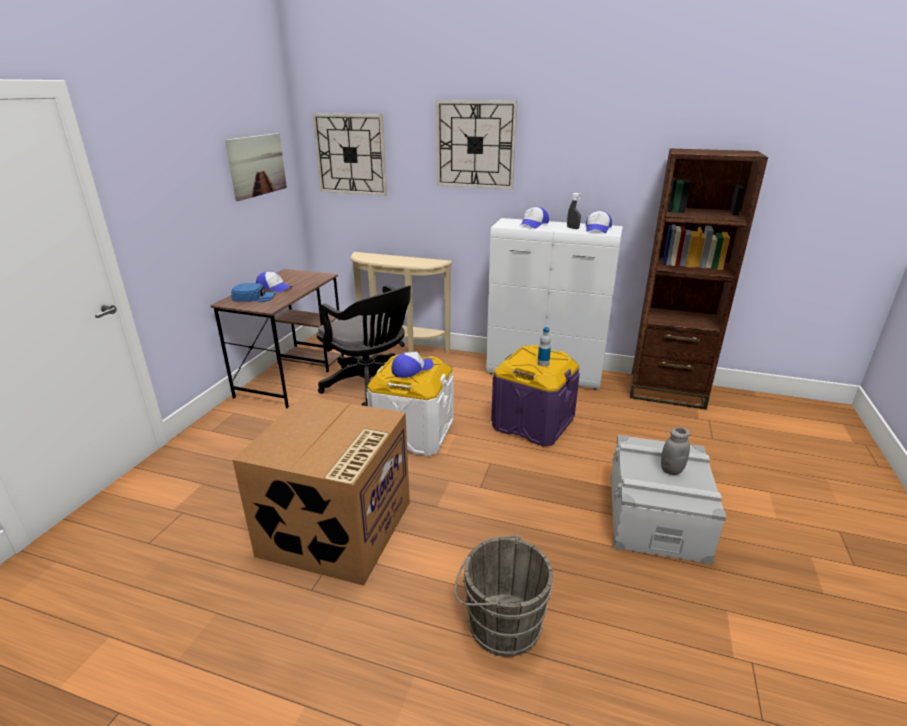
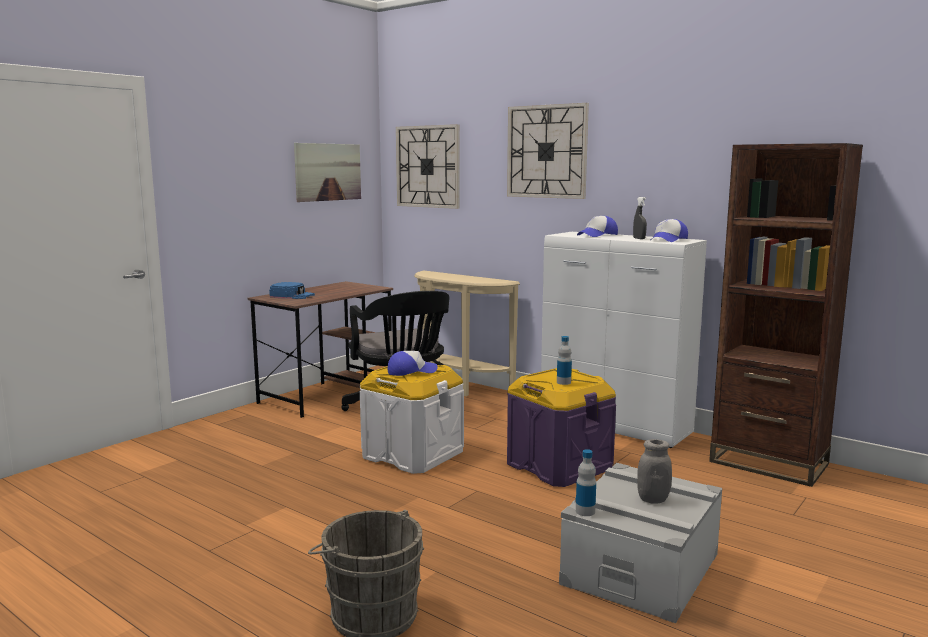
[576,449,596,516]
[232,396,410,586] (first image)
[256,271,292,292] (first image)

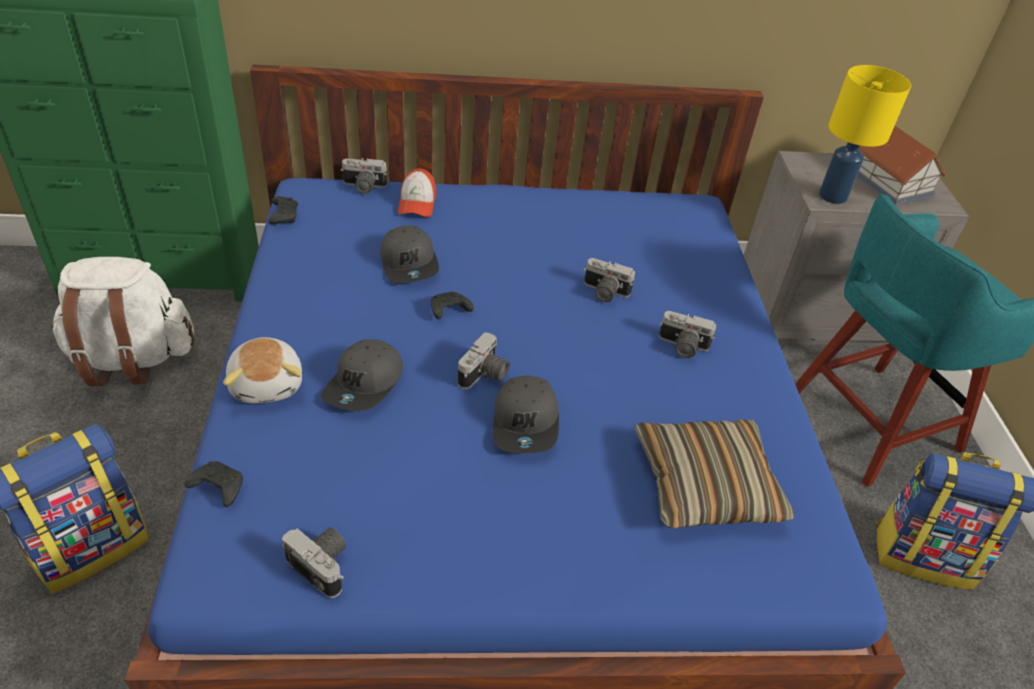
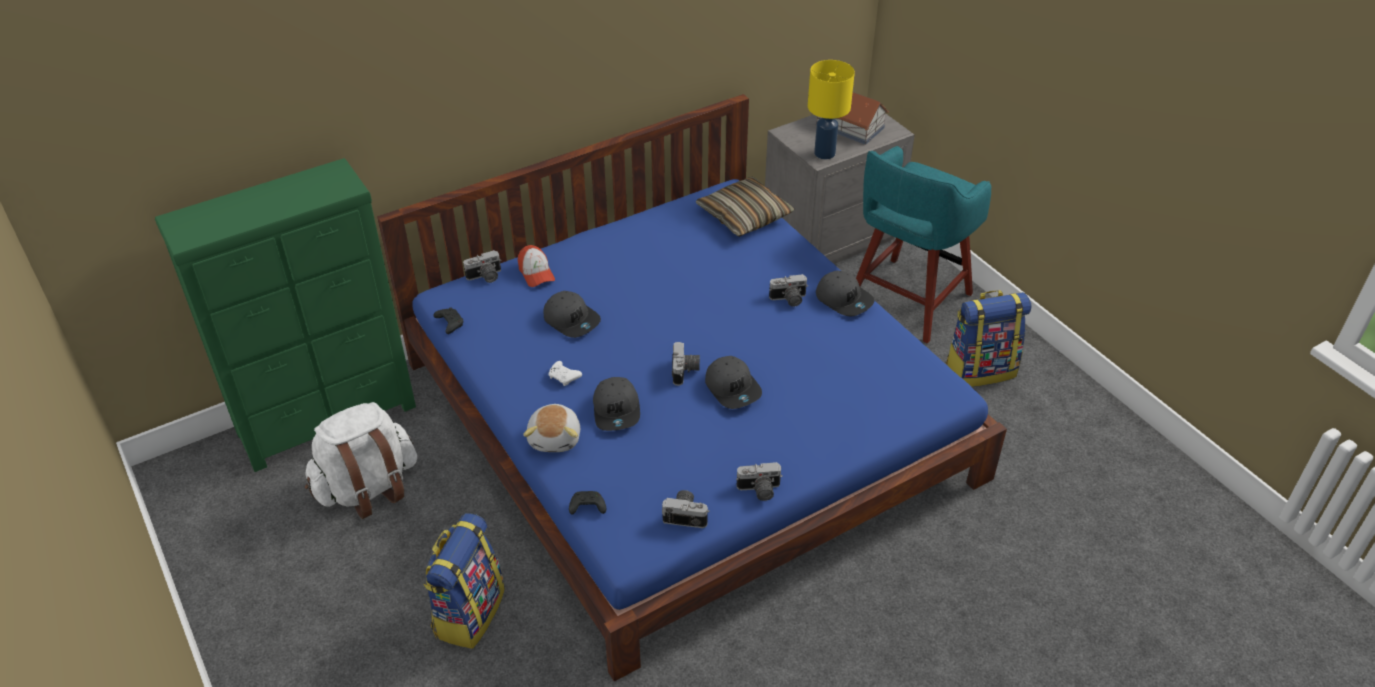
[523,404,580,452]
[549,361,582,386]
[696,177,795,237]
[736,462,782,501]
[816,270,875,317]
[431,292,474,319] (first image)

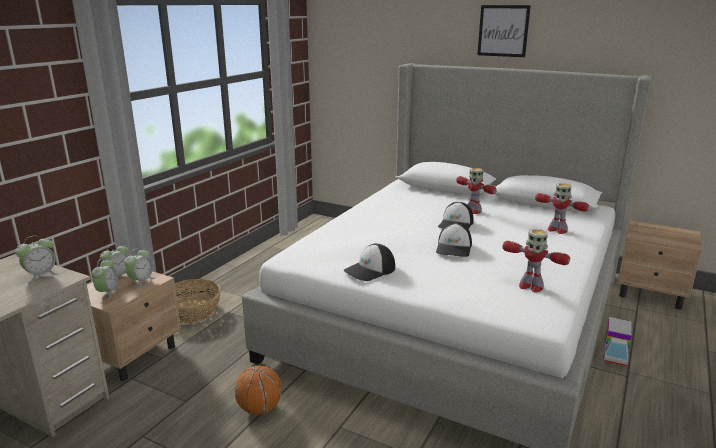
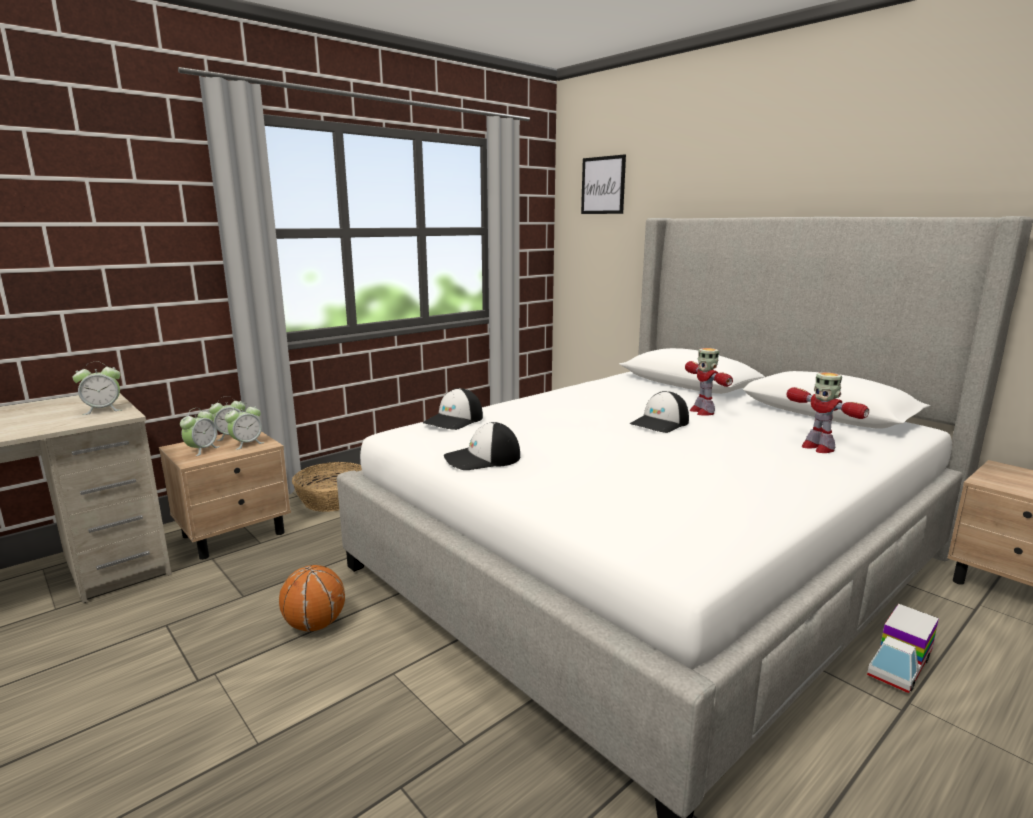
[423,388,483,430]
[581,154,626,214]
[503,229,570,293] (first image)

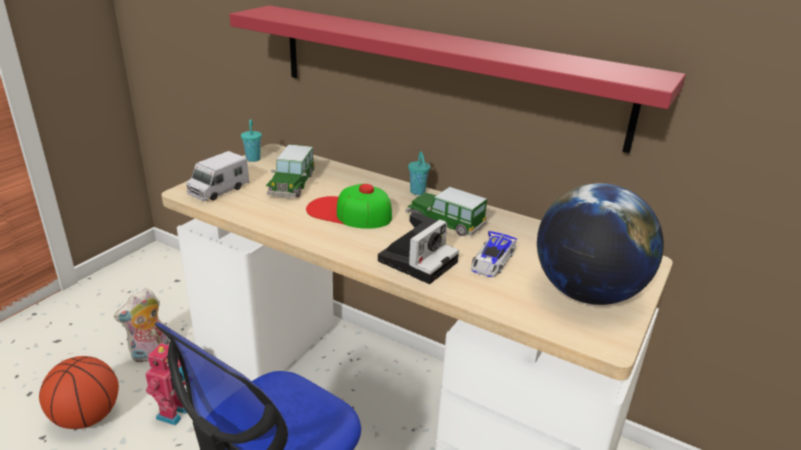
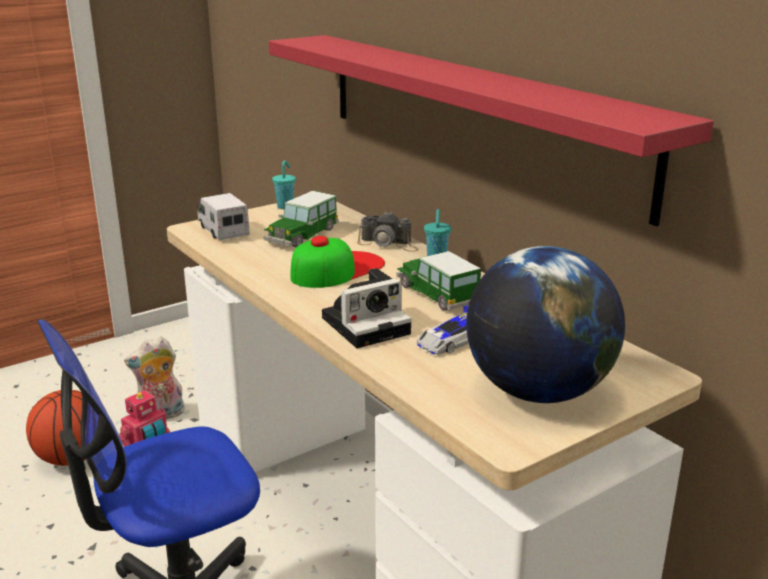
[197,193,250,240]
[290,236,385,288]
[357,212,418,252]

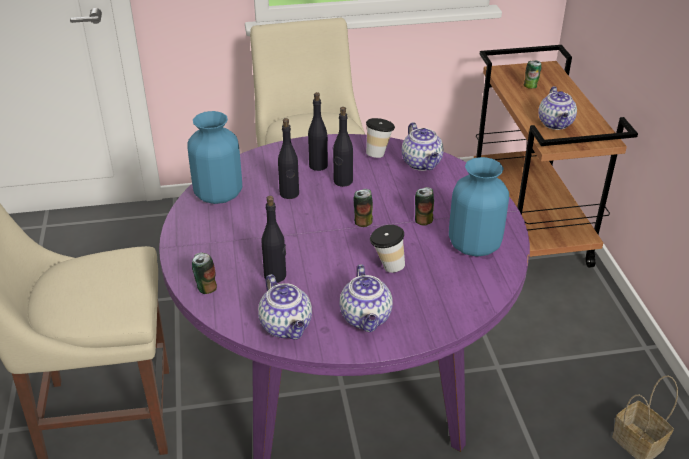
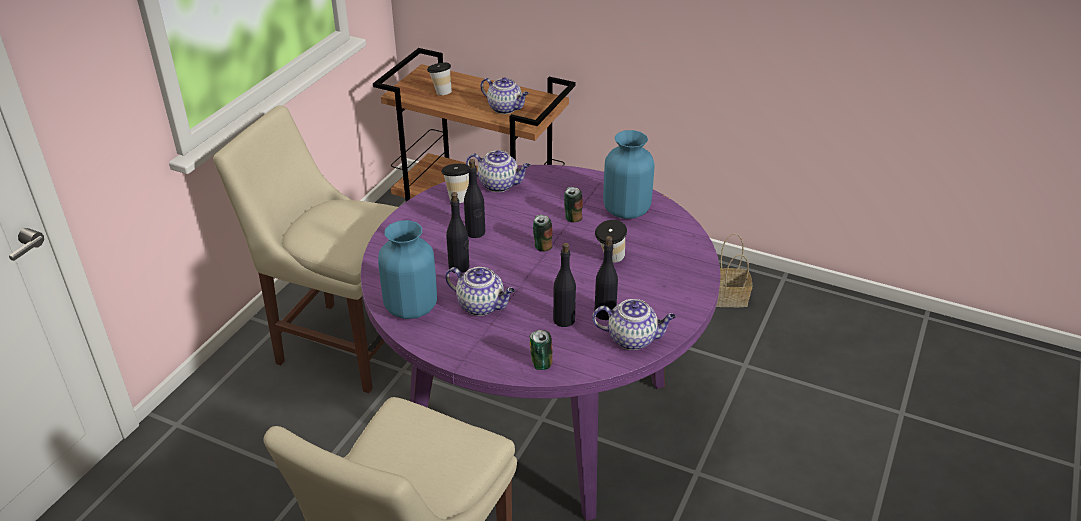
[427,63,452,95]
[445,267,515,316]
[594,236,618,320]

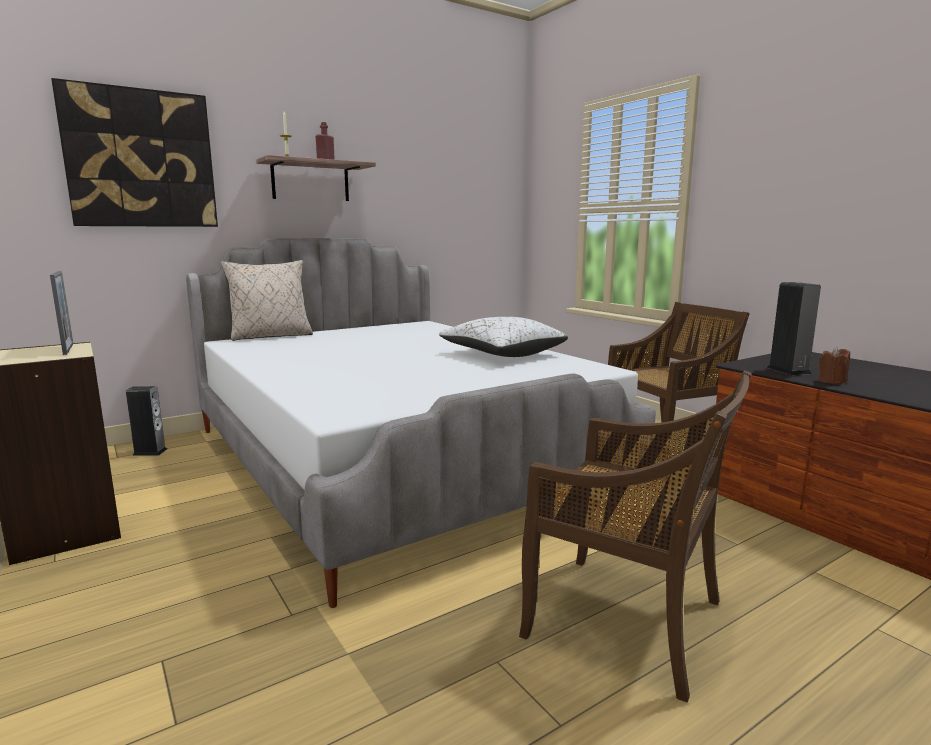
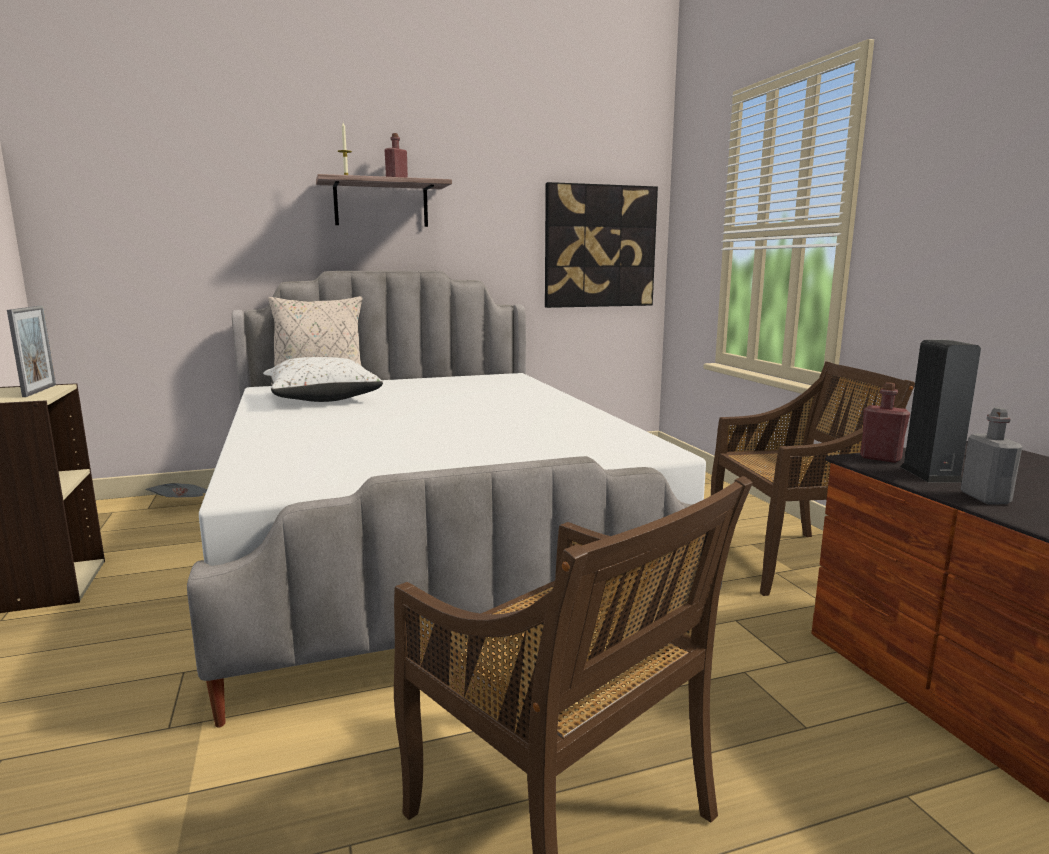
[145,483,207,498]
[263,357,383,402]
[545,182,658,308]
[860,382,910,463]
[961,407,1022,505]

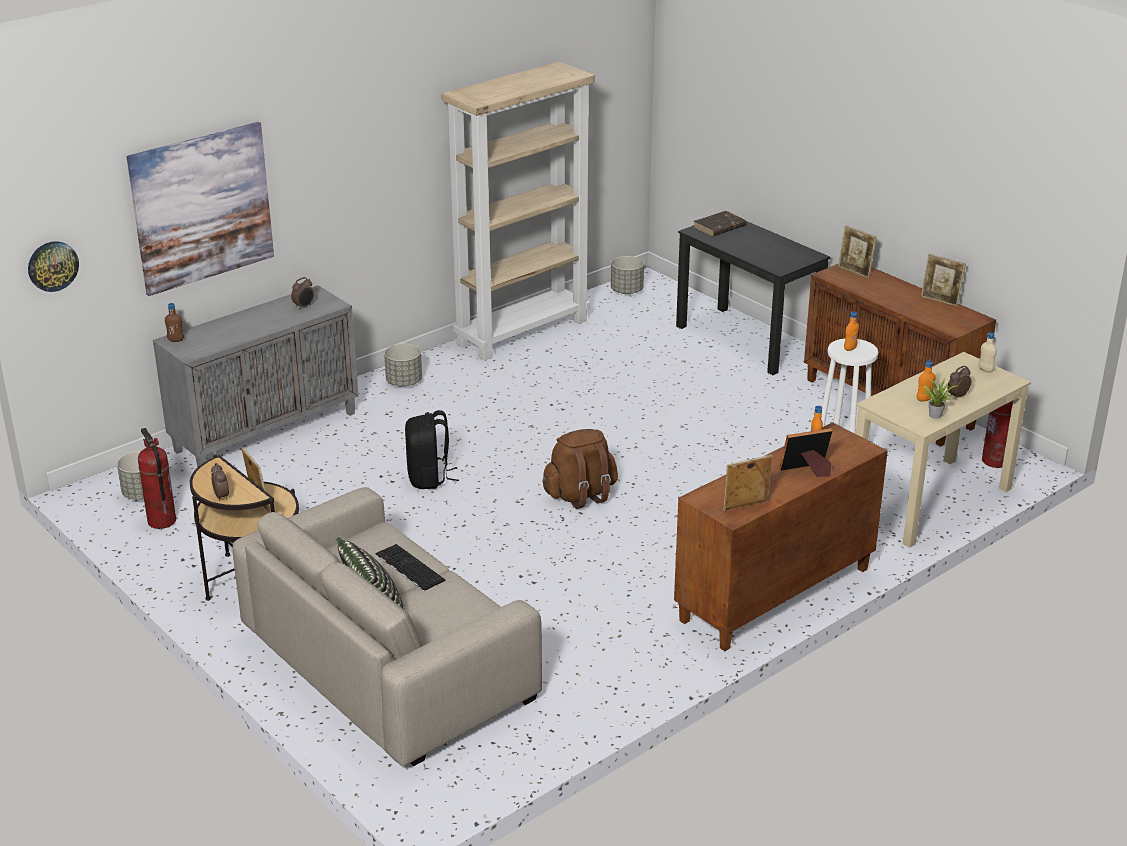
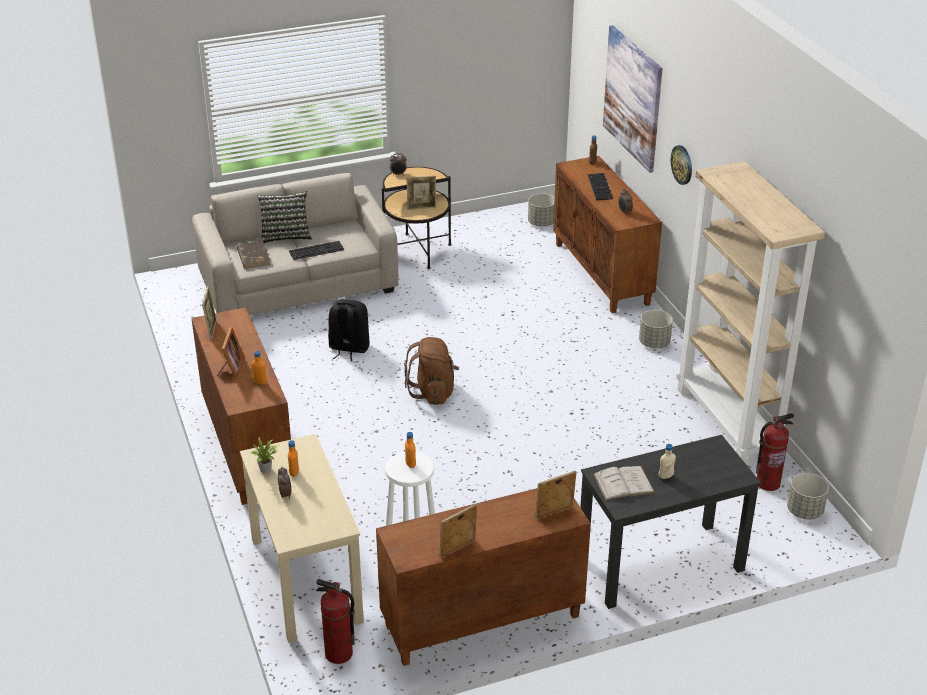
[237,240,270,269]
[328,299,370,361]
[553,156,662,313]
[587,173,613,200]
[593,466,655,501]
[659,444,676,479]
[671,145,692,185]
[756,413,794,491]

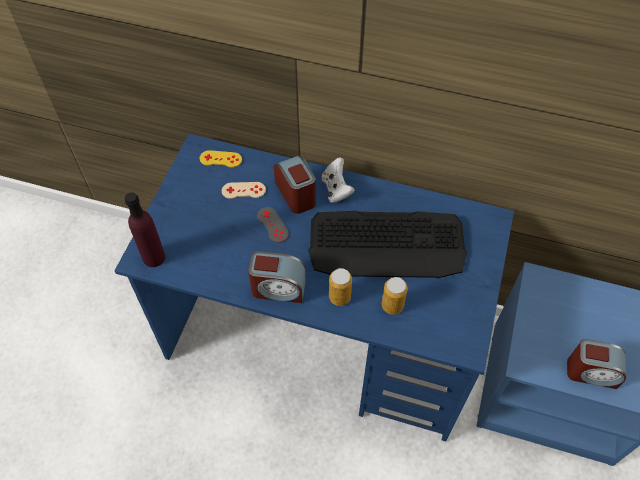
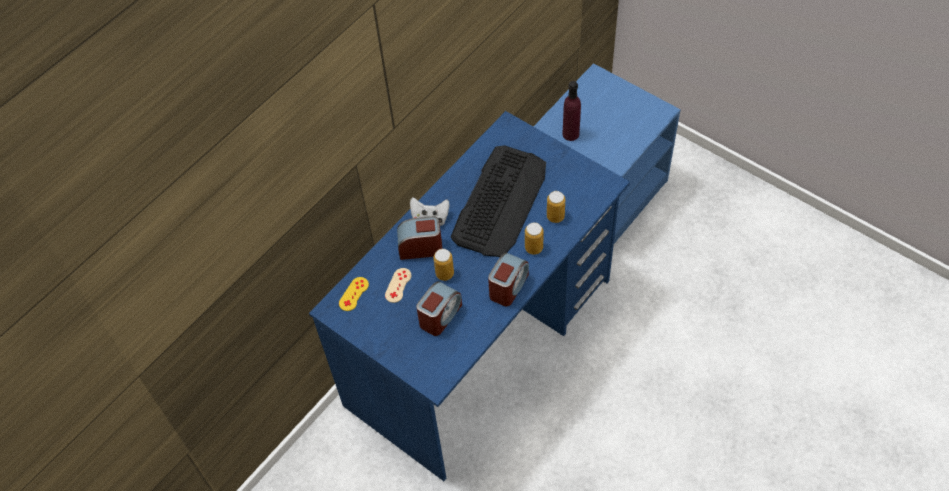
[416,281,462,336]
[433,249,454,281]
[562,81,581,141]

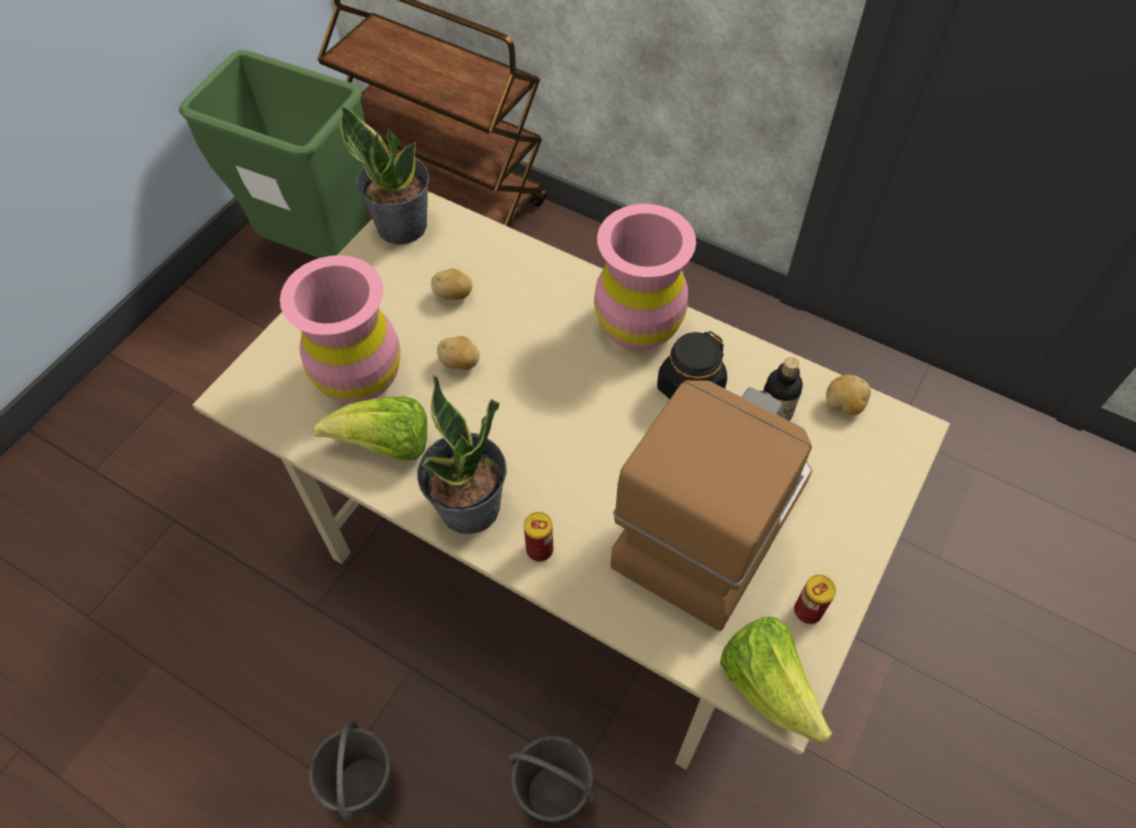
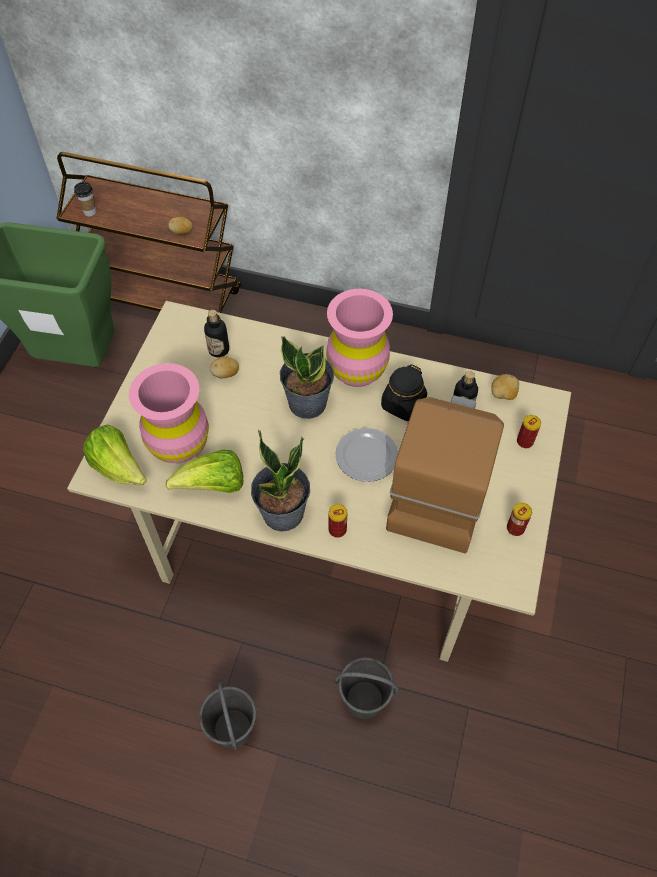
[74,182,97,216]
[83,425,147,485]
[168,217,193,235]
[204,310,229,357]
[280,336,334,419]
[335,428,398,482]
[517,415,541,448]

